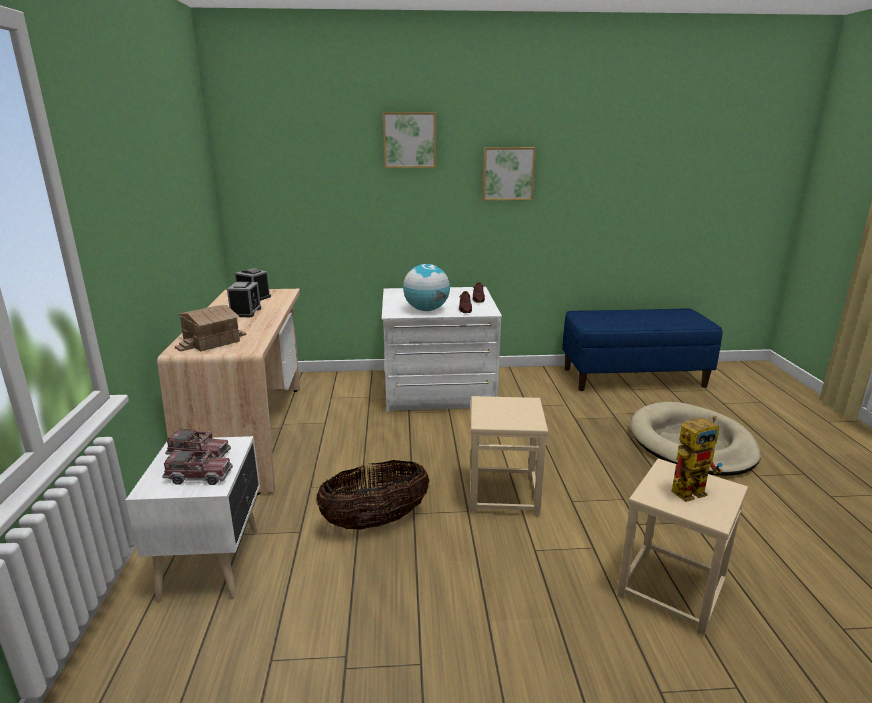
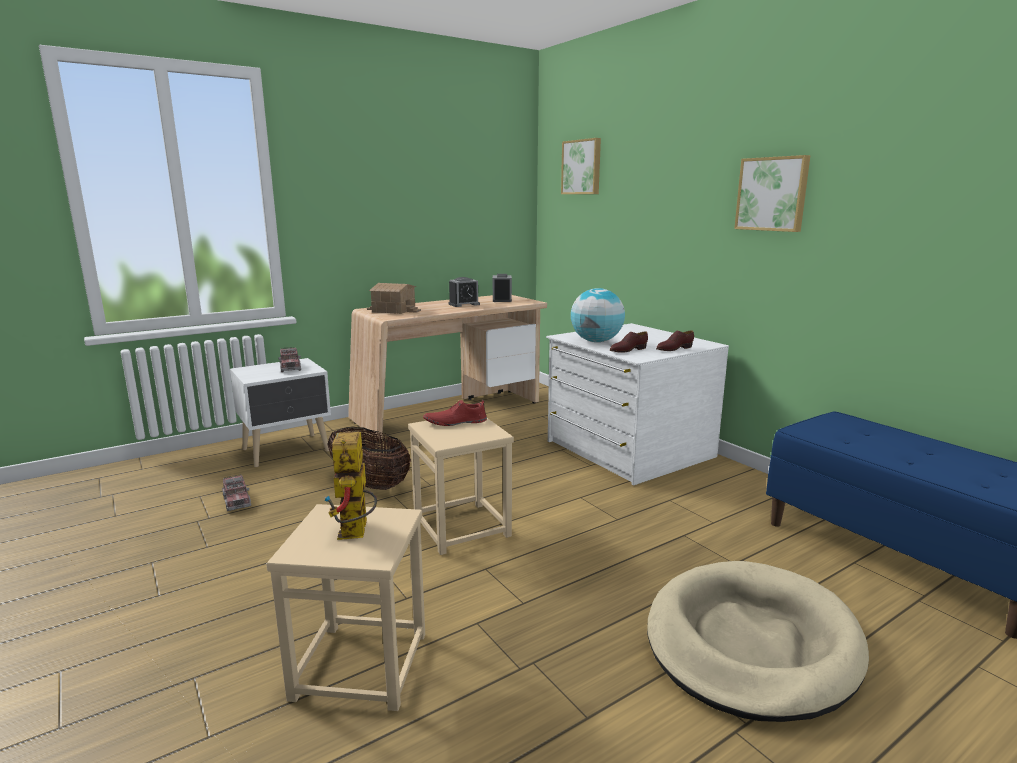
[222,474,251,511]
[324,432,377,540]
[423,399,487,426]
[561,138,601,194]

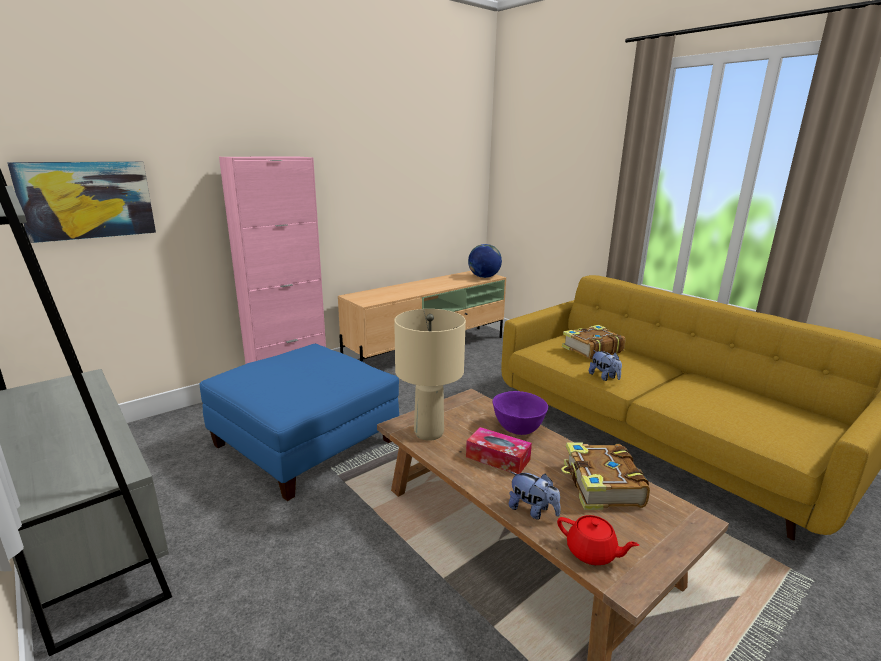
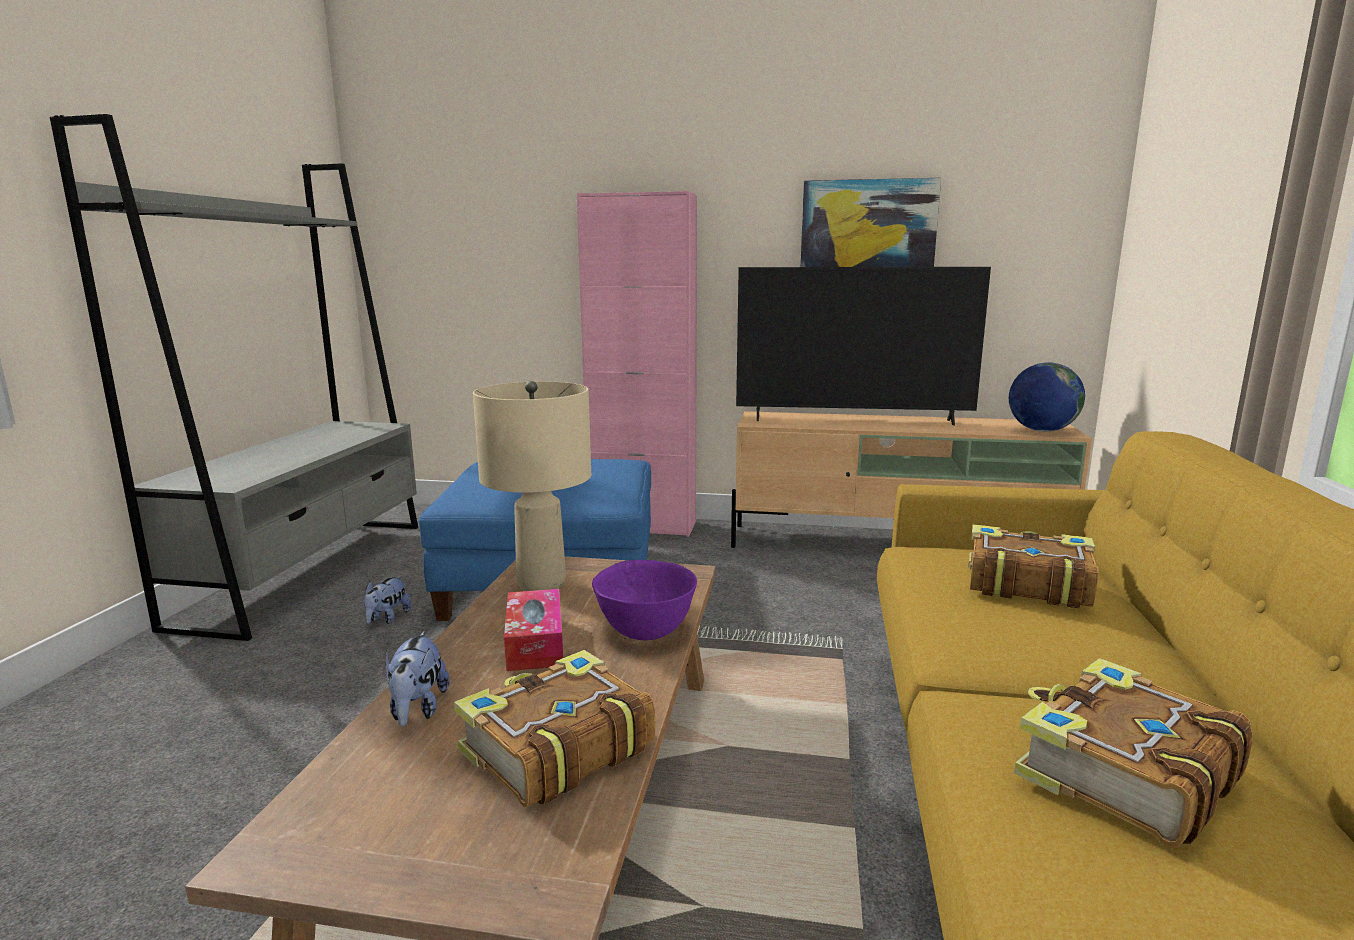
[364,576,411,624]
[736,267,991,426]
[801,178,941,267]
[1014,658,1253,847]
[557,515,639,565] (first image)

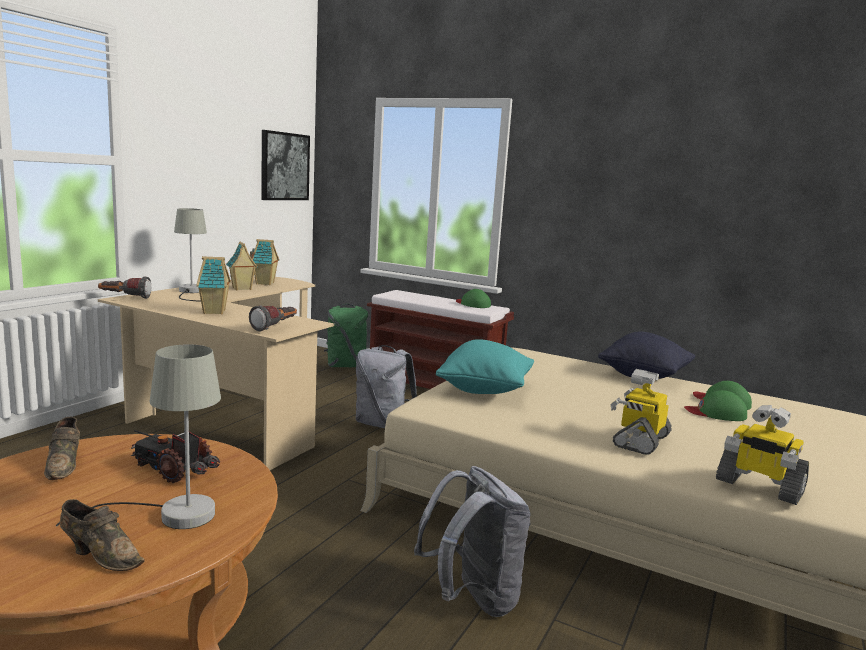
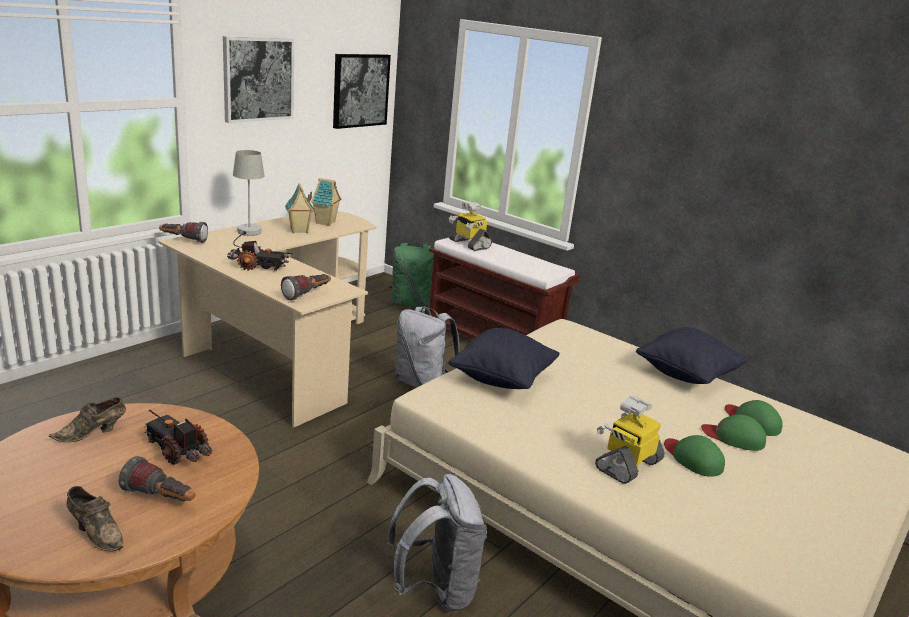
[49,397,126,442]
[119,456,195,501]
[223,36,294,123]
[228,241,293,271]
[449,202,492,251]
[449,328,559,389]
[664,435,725,477]

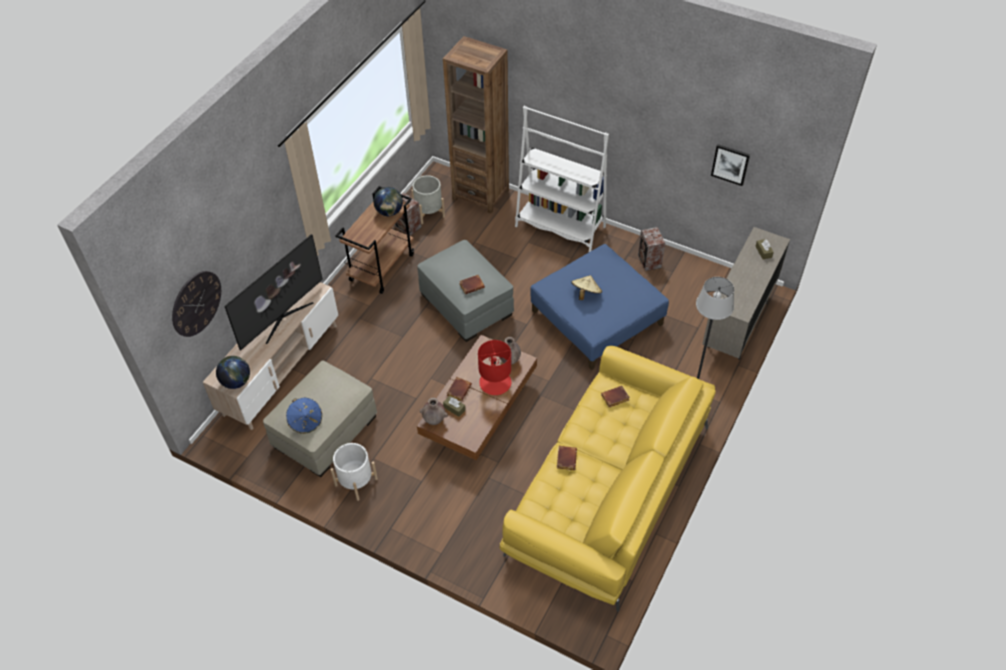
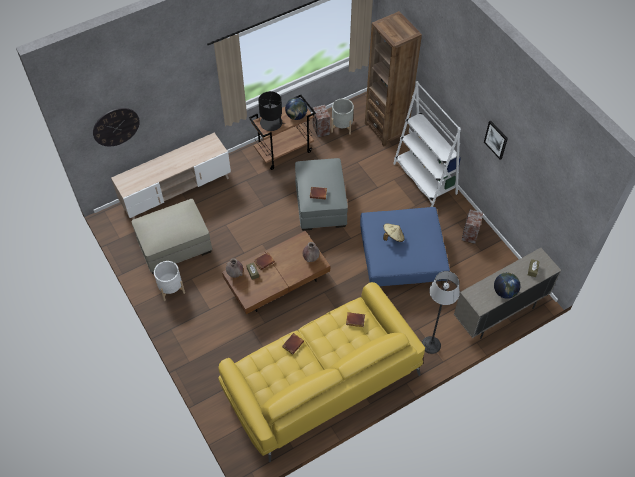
[258,91,285,131]
[484,121,508,160]
[494,272,521,299]
[224,234,323,351] (first image)
[286,398,322,434] (first image)
[478,340,512,395] (first image)

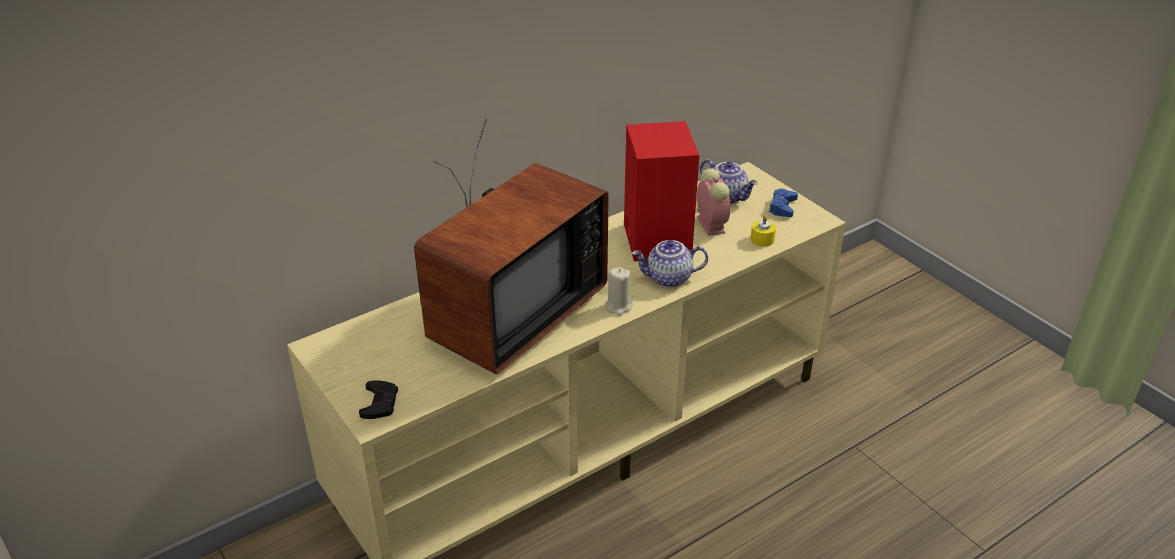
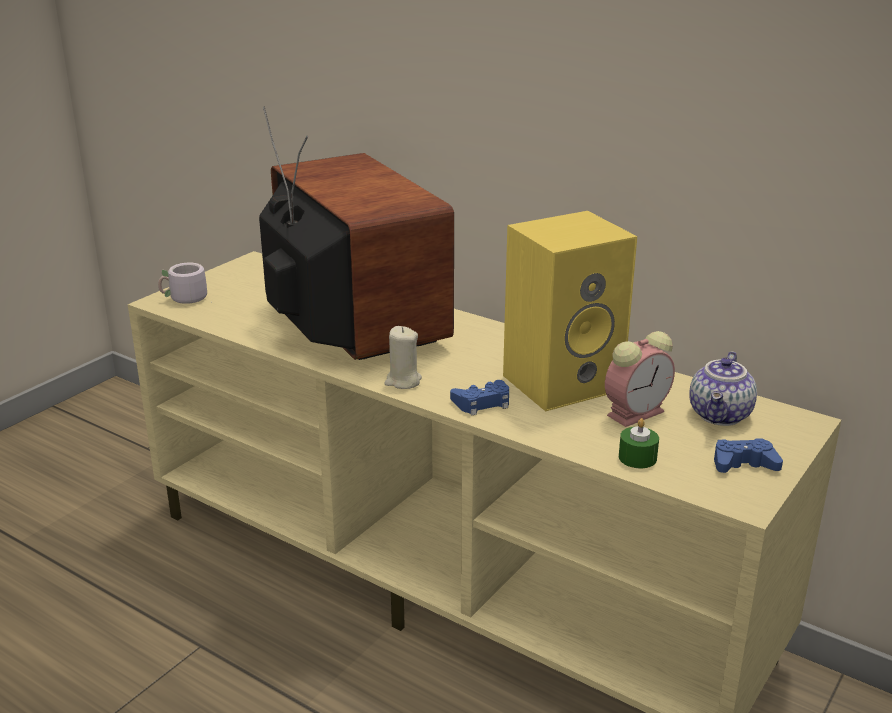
[158,263,212,304]
[259,106,454,360]
[450,380,509,416]
[503,211,637,412]
[619,418,659,468]

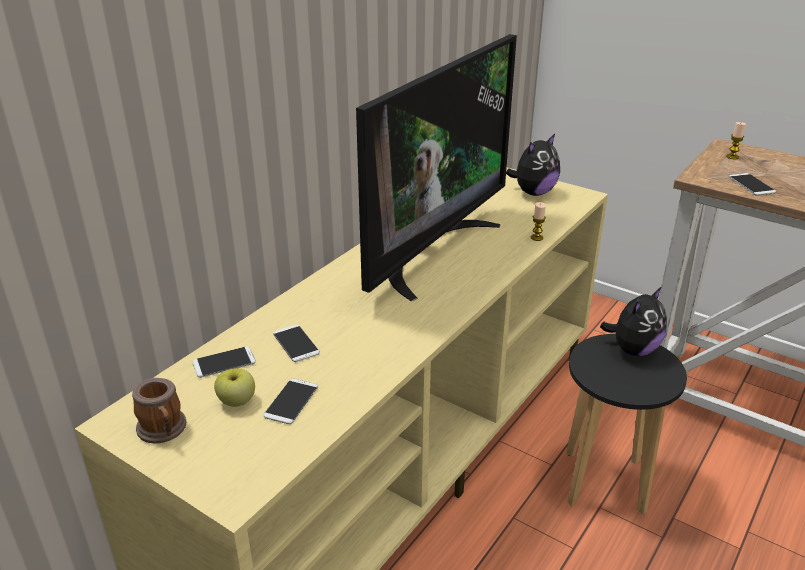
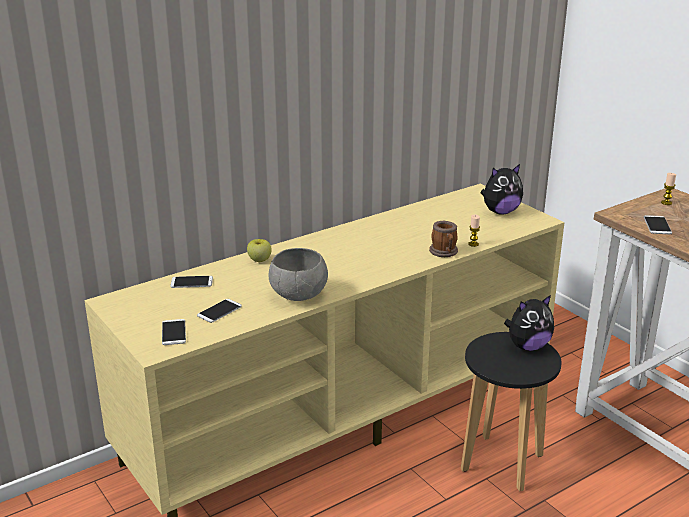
[162,319,186,345]
[247,239,272,262]
[268,248,328,301]
[429,221,458,257]
[356,34,517,301] (first image)

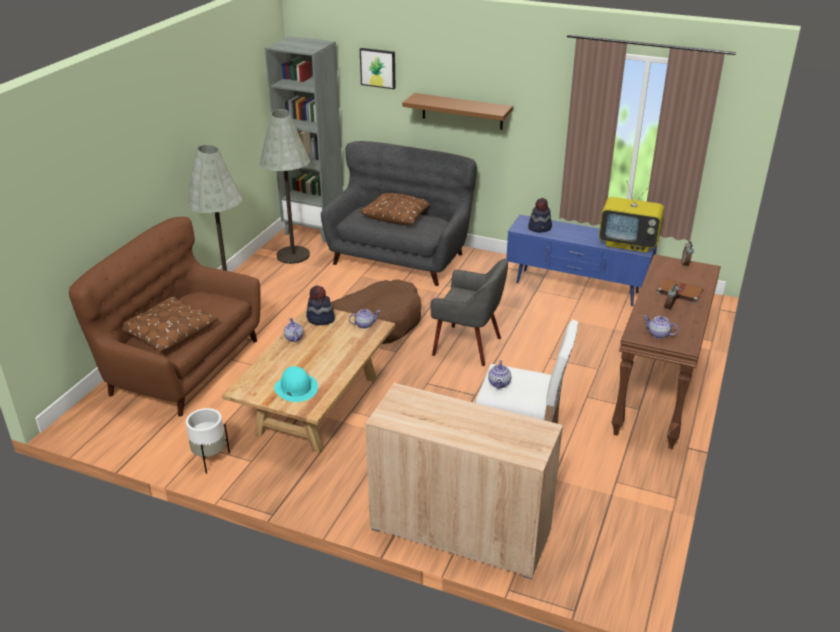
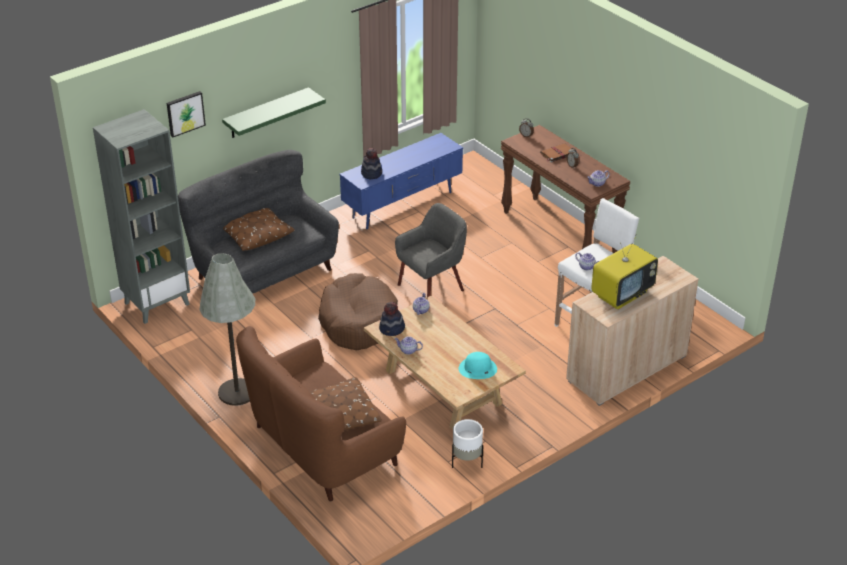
[222,87,326,138]
[591,234,658,309]
[260,109,310,264] (first image)

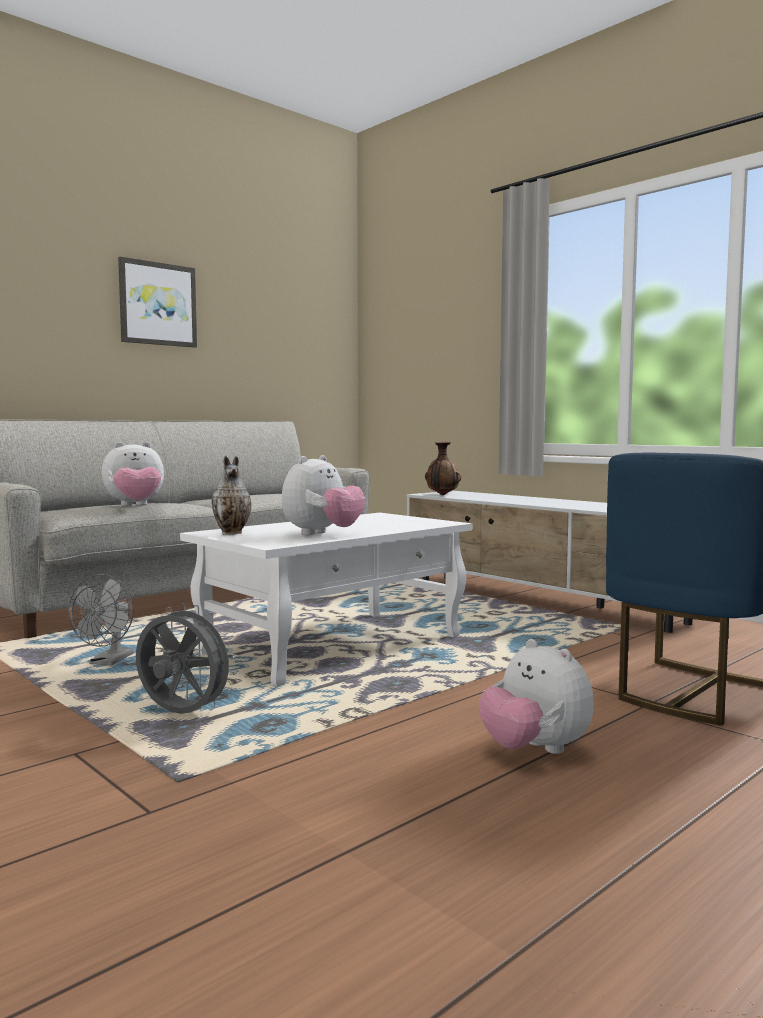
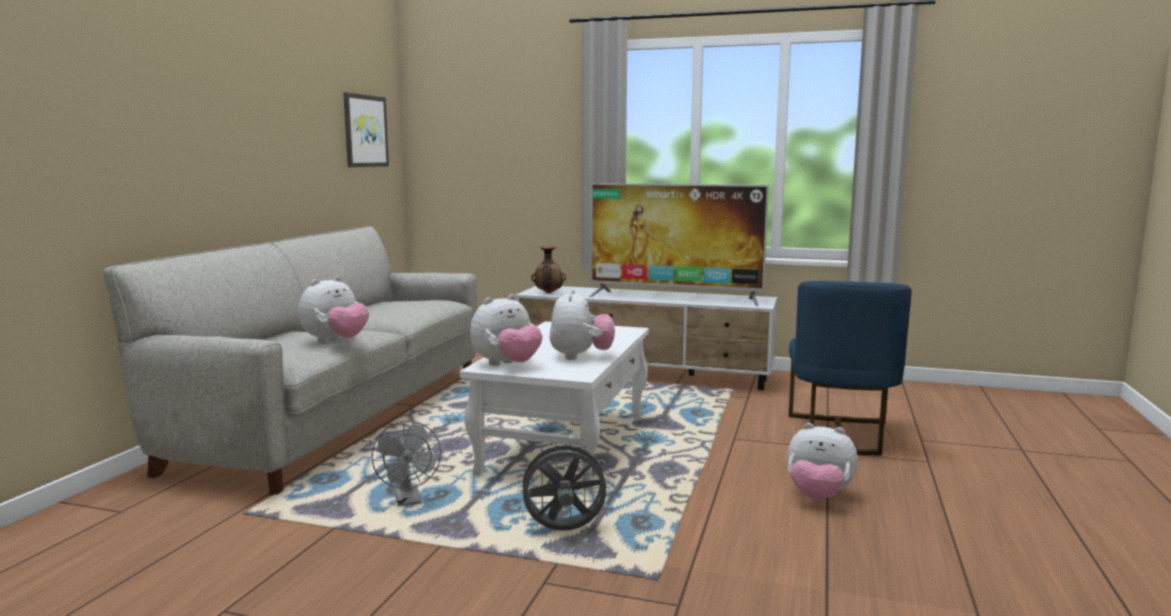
[343,92,389,167]
[470,294,542,366]
[589,183,769,306]

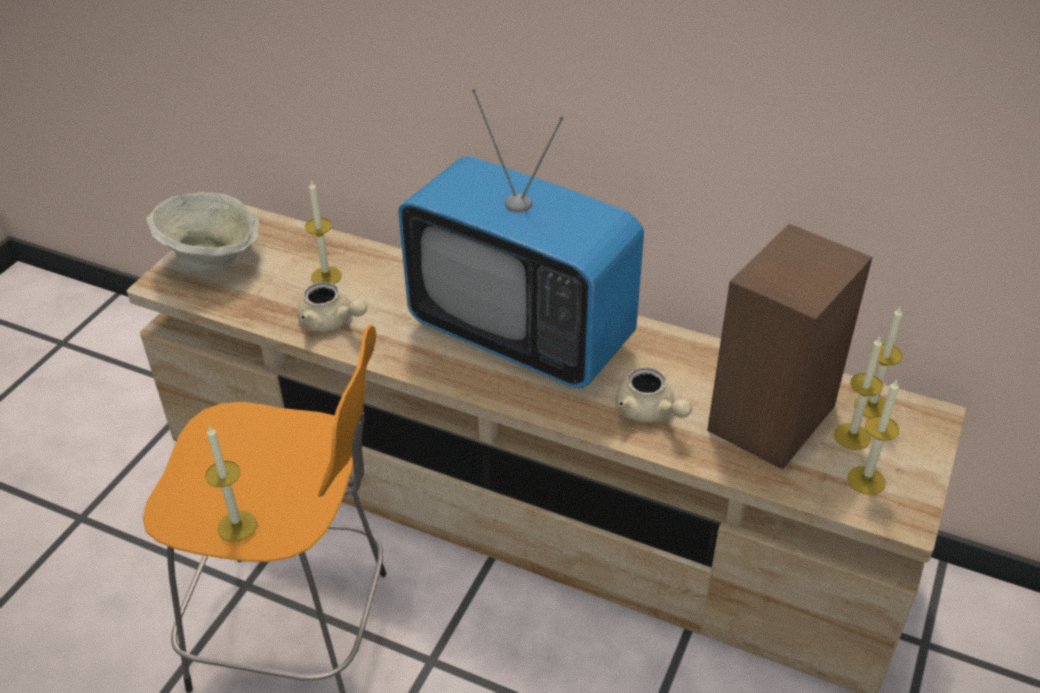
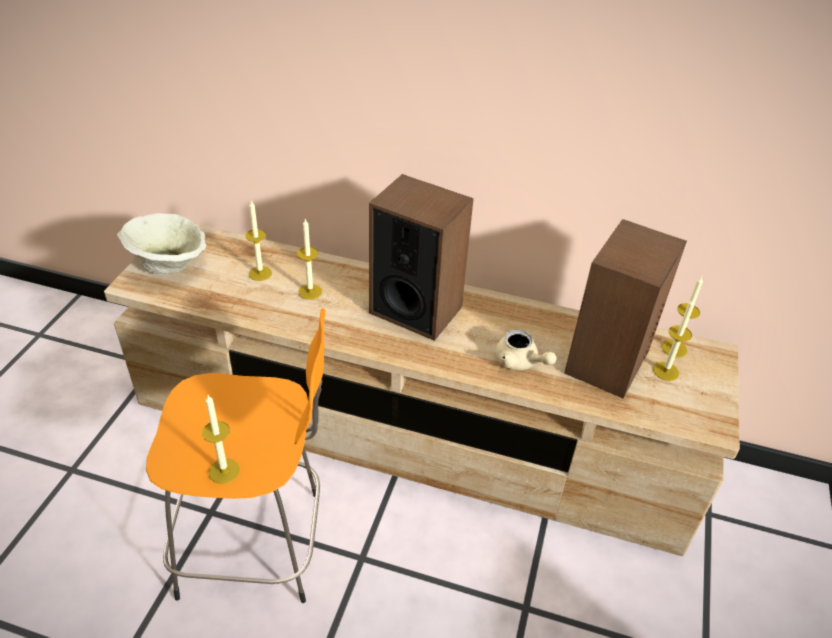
[297,219,322,300]
[369,174,474,341]
[297,282,367,332] (first image)

